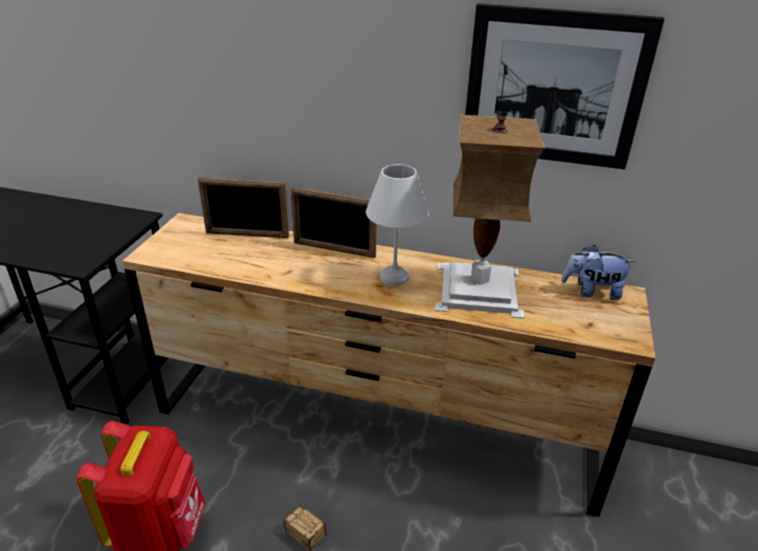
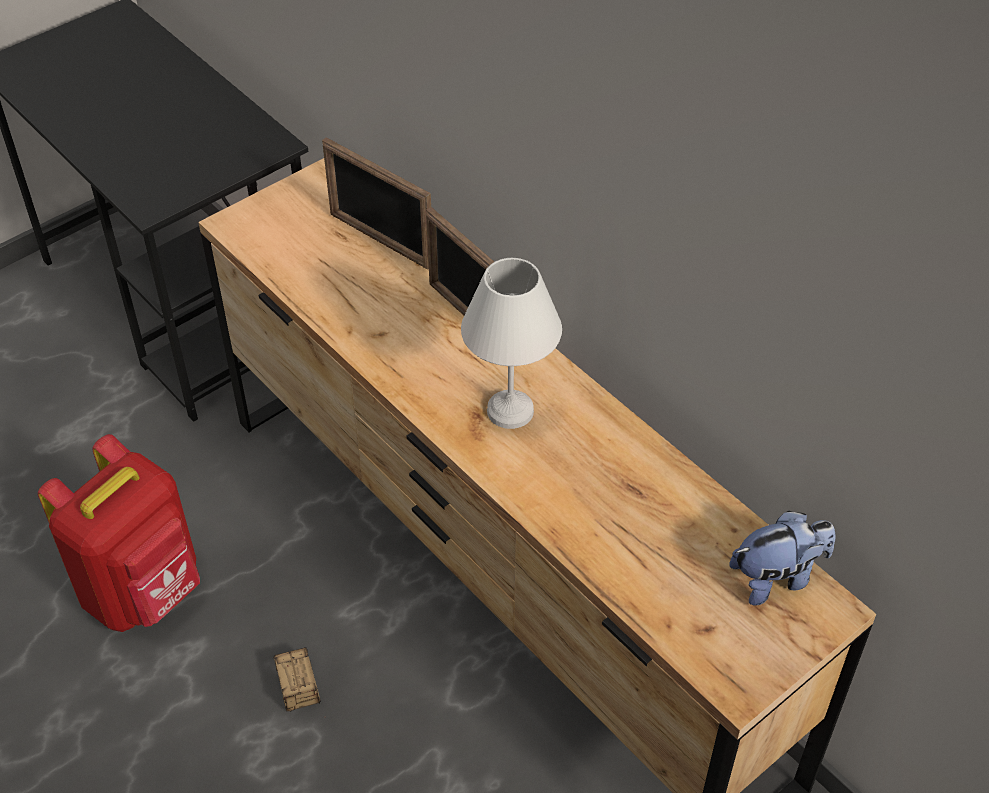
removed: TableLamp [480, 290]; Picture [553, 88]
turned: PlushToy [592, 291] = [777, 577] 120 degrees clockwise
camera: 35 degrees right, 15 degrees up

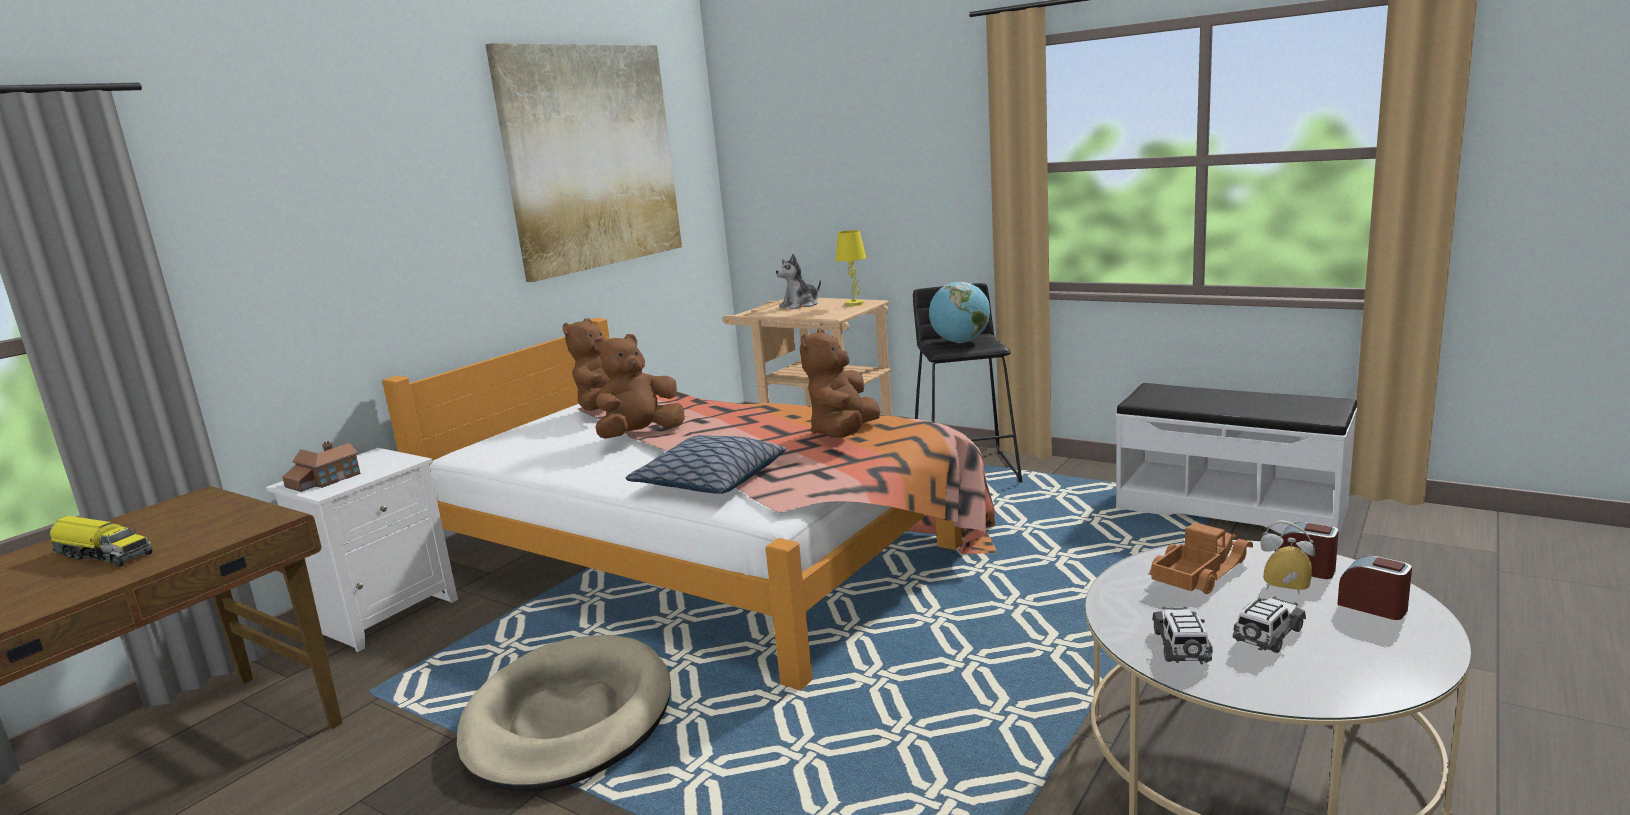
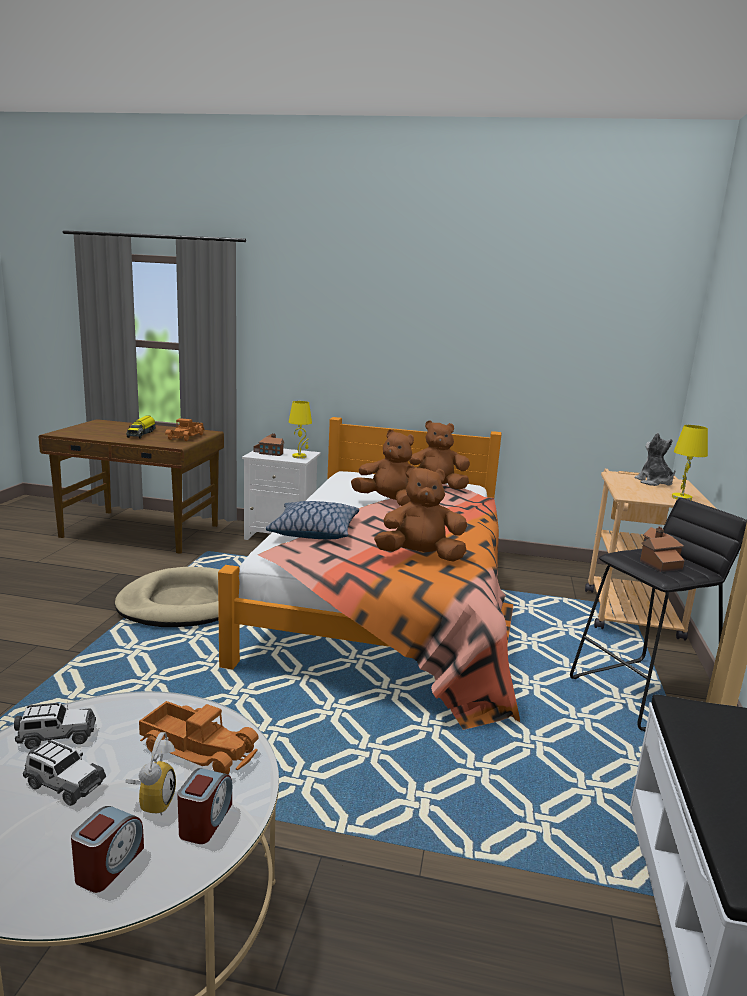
removed: Picture [591, 157]
added: ToyTruck [186, 437]; YellowTableLamp [299, 456]
replaced: Globe [960, 342] to ToyHouse [657, 561]
turned: PlushToy [800, 305] = [654, 482] 45 degrees clockwise
camera: 65 degrees right, 0 degrees up

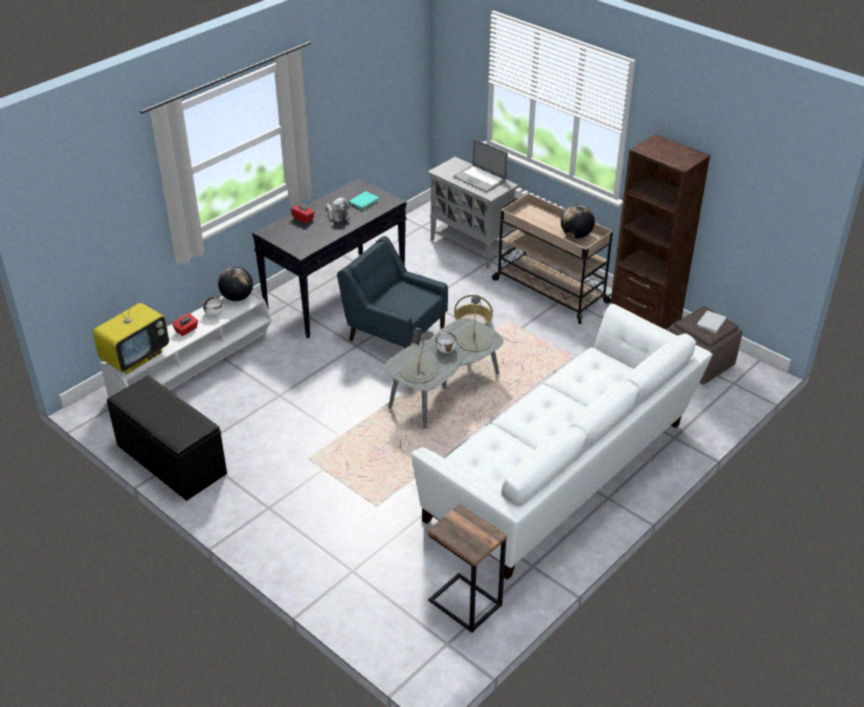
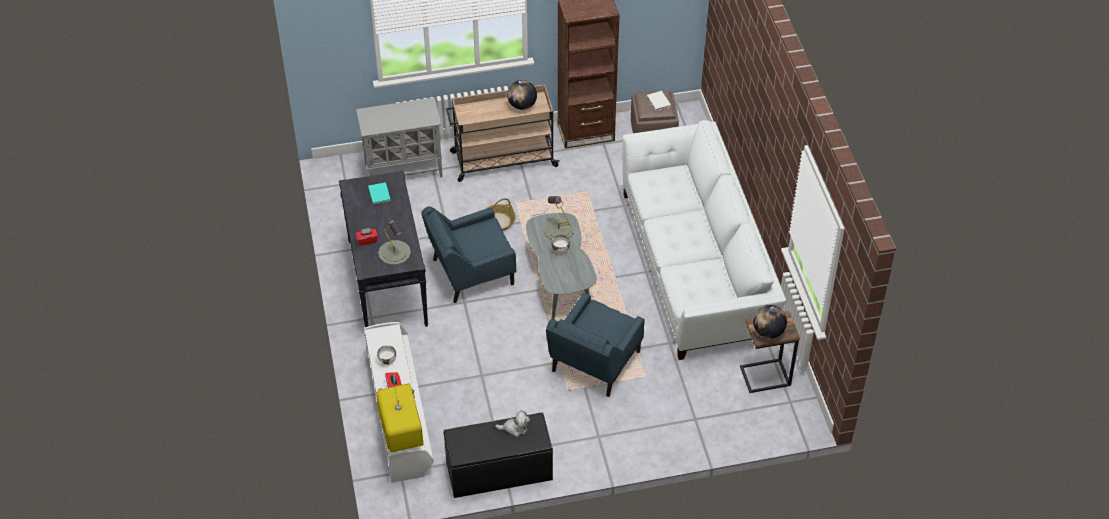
removed: Laptop [479, 179]
added: BlueArmchair [594, 363]
moved: GreyTableLamp [419, 371] to [394, 252]; PlushToy [337, 215] to [515, 428]; Globe [237, 297] to [768, 332]
camera: 55 degrees left, 10 degrees up

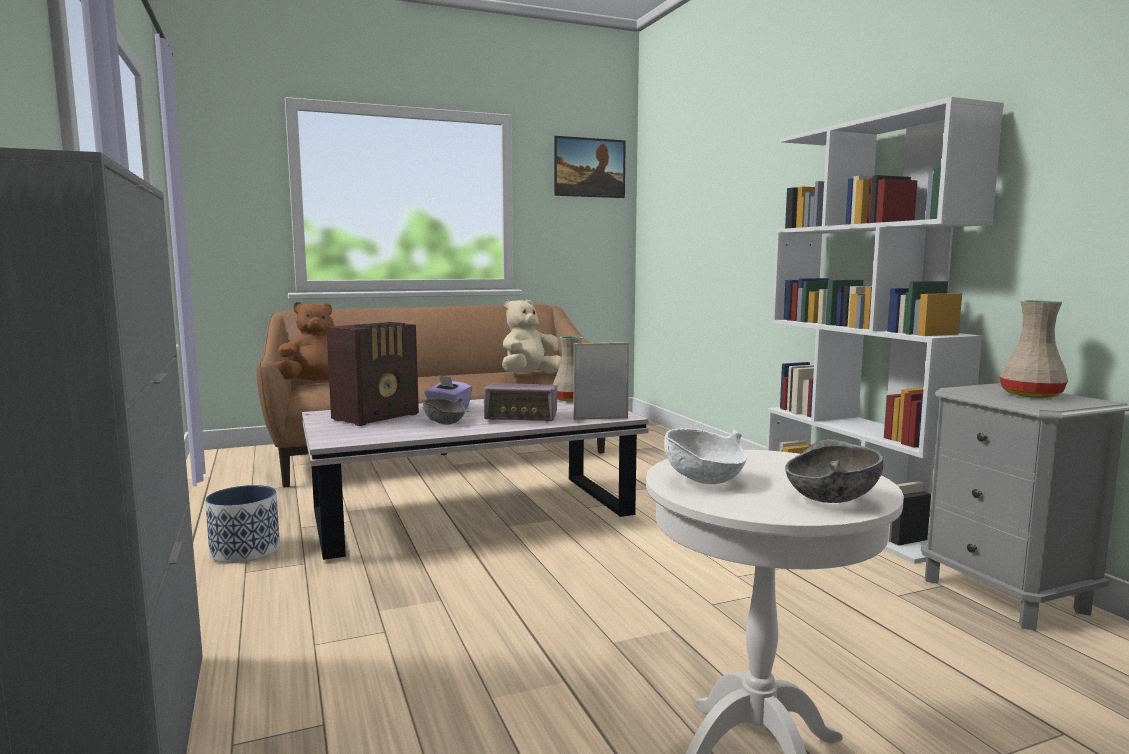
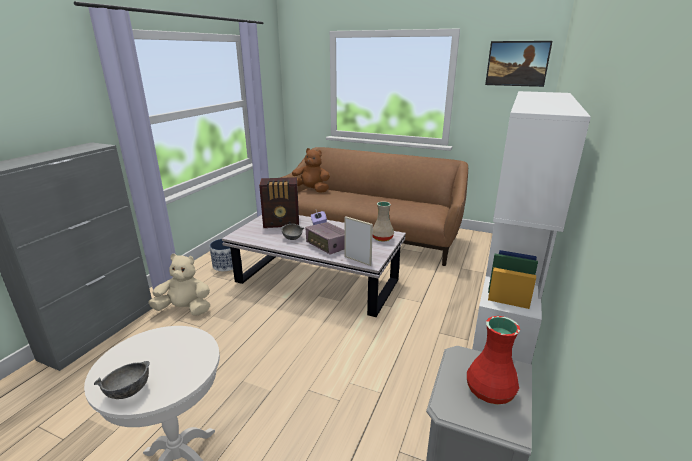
removed: WhiteBowl [704, 480]
moved: BeigePlushToy [529, 376] to [185, 309]
recoloured: BeigeVase [1031, 394] to RedVase [491, 390]
camera: 45 degrees right, 15 degrees up

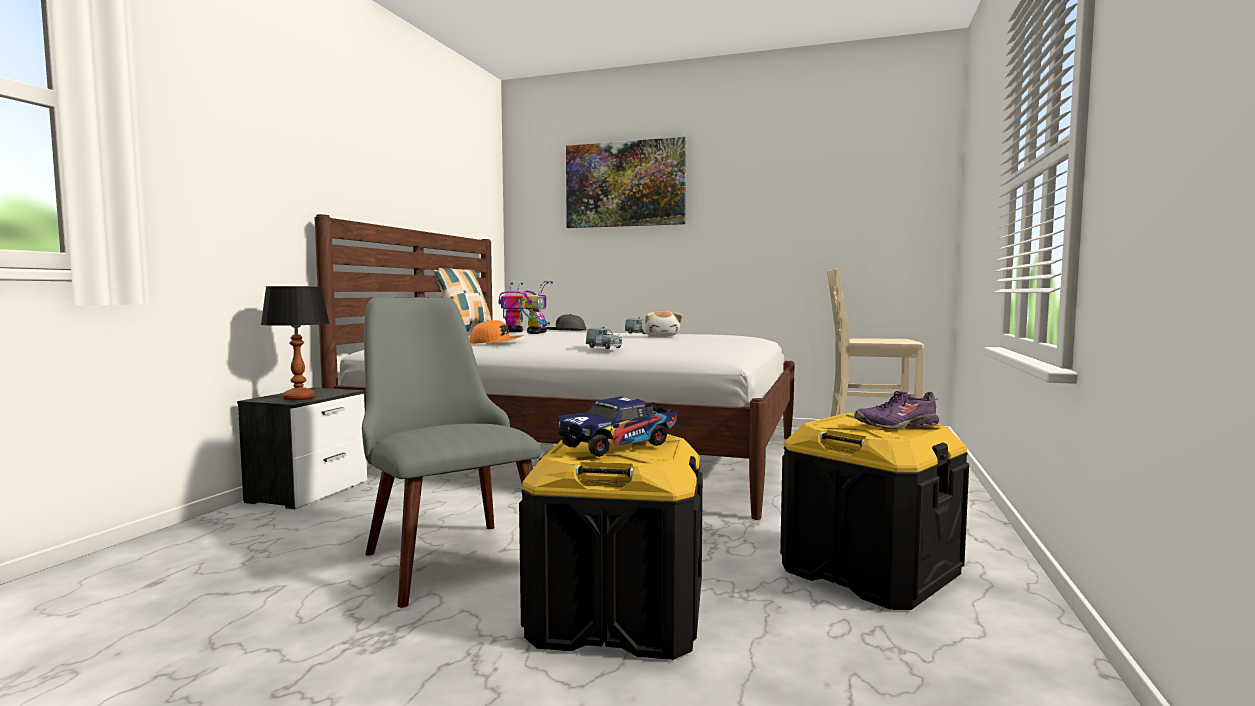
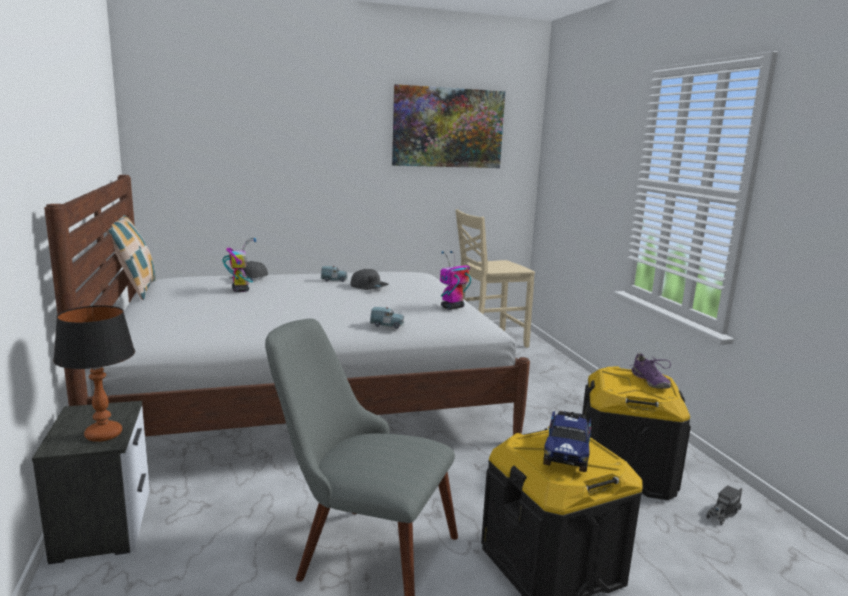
removed: OrangeCap [496, 342]
added: ToyTruck [723, 512]
moved: Picture [625, 184] to [448, 128]; ToyRobot [513, 332] to [452, 307]
replaced: PlushToy [661, 336] to GreyCap [369, 287]
turned: PurpleShoe [896, 426] = [649, 381] 60 degrees counterclockwise
camera: 35 degrees left, 10 degrees up

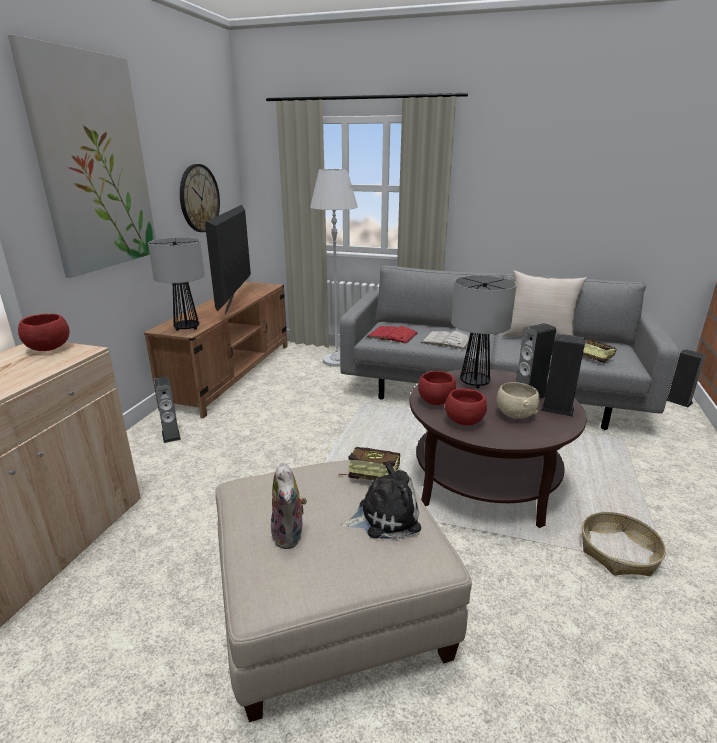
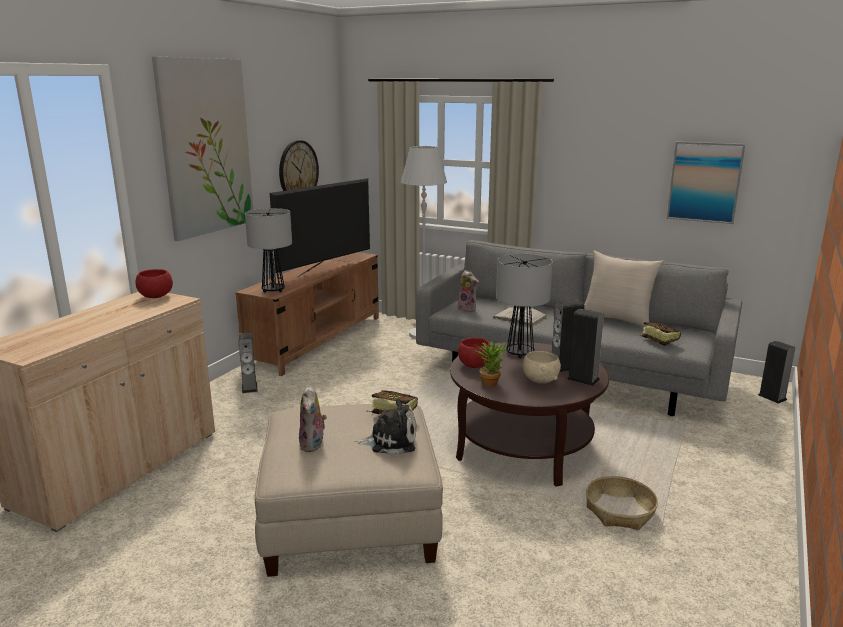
added: Picture [704, 182]
replaced: RedBook [392, 335] to PlushToy [468, 309]; RedBowl [464, 422] to PottedPlant [490, 382]
turned: Television [236, 302] = [325, 269] 150 degrees counterclockwise
camera: 10 degrees right, 5 degrees down

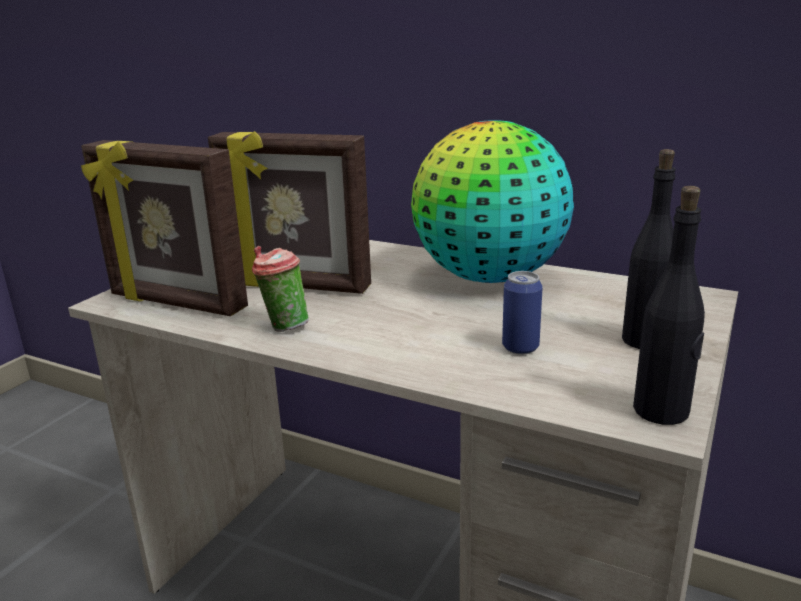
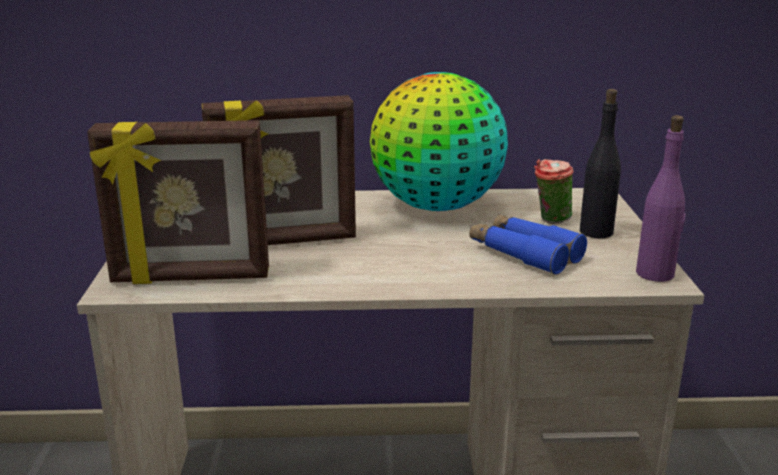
moved: Cup [283, 326] to [550, 221]
replaced: Can [520, 347] to BlueBinoculars [524, 253]
recoloured: BlackBottle [661, 411] to PurpleBottle [655, 274]
camera: 30 degrees left, 0 degrees up

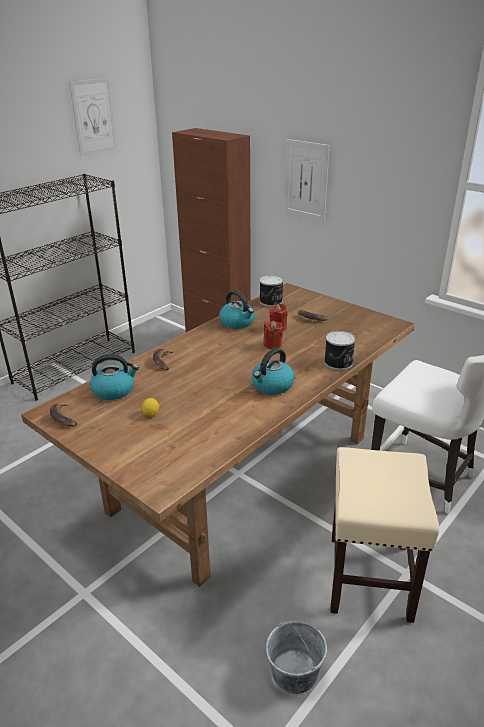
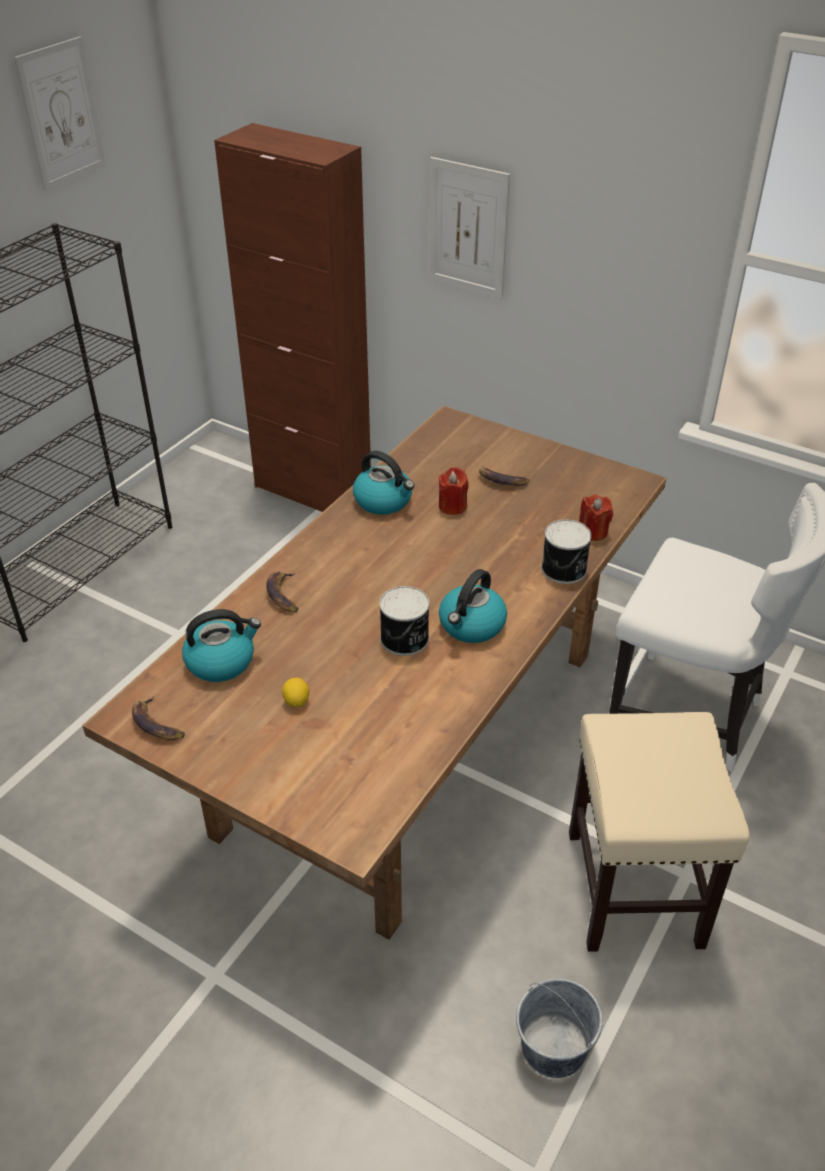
moved: Can [271, 301] to [405, 639]; RedCandle [272, 344] to [593, 531]
camera: 10 degrees left, 10 degrees up

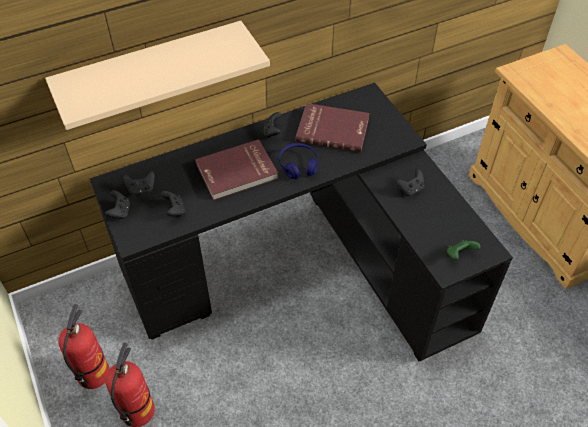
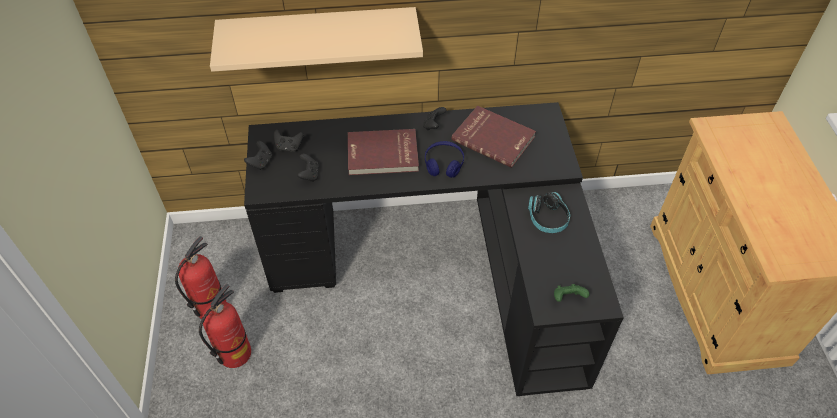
replaced: BlackGameController [410, 189] to Headphones [547, 218]
camera: 20 degrees right, 0 degrees up

